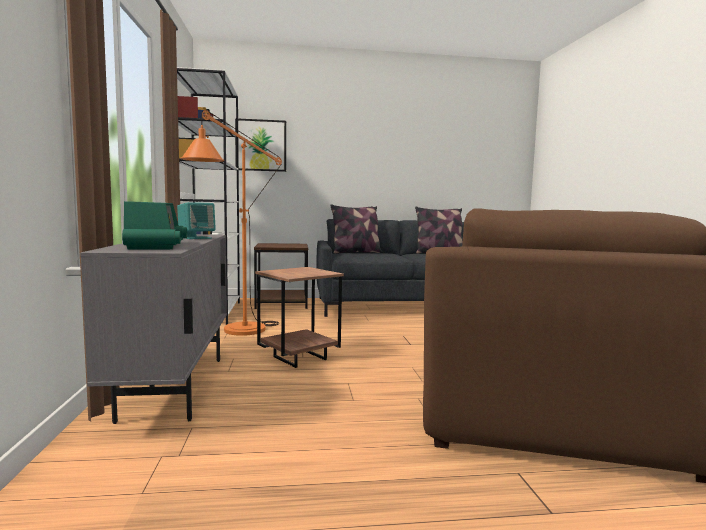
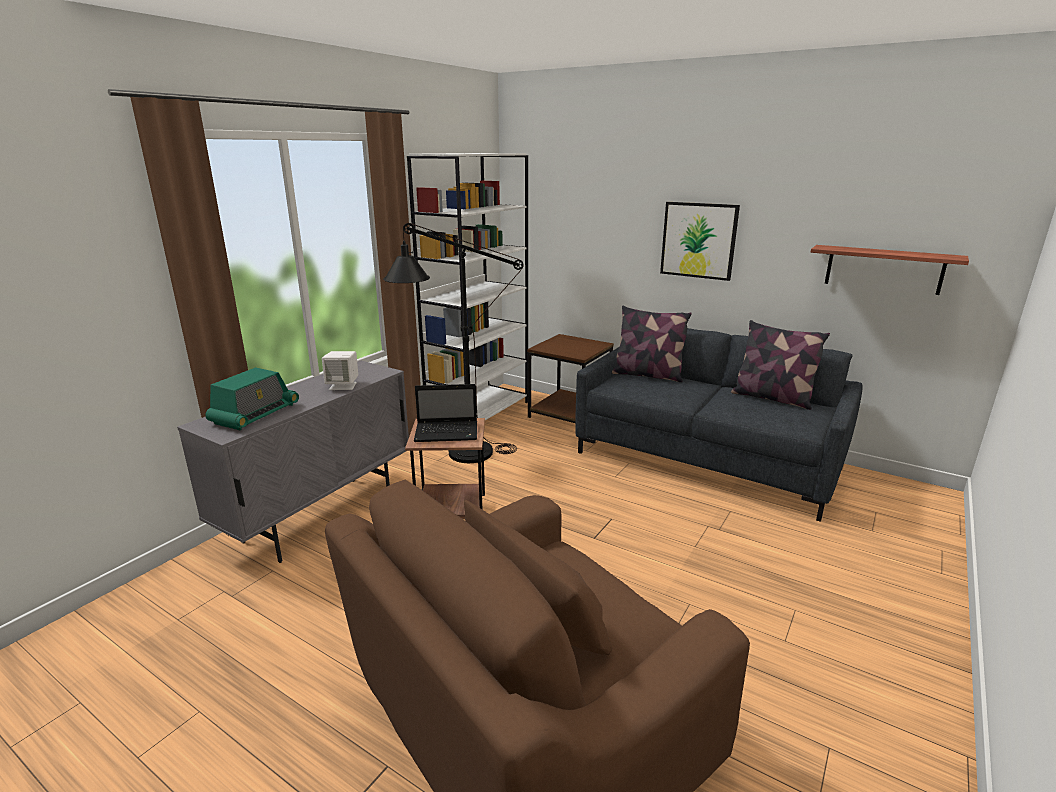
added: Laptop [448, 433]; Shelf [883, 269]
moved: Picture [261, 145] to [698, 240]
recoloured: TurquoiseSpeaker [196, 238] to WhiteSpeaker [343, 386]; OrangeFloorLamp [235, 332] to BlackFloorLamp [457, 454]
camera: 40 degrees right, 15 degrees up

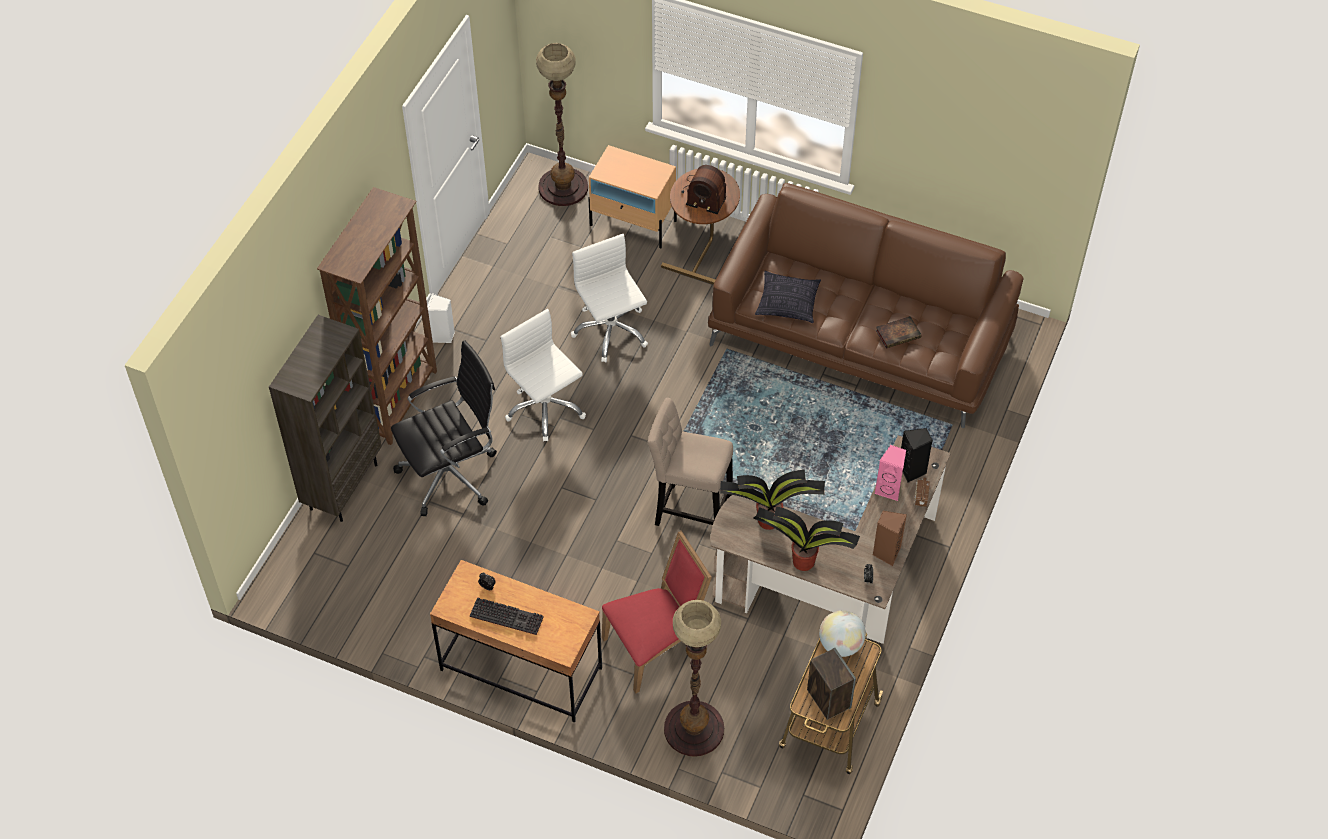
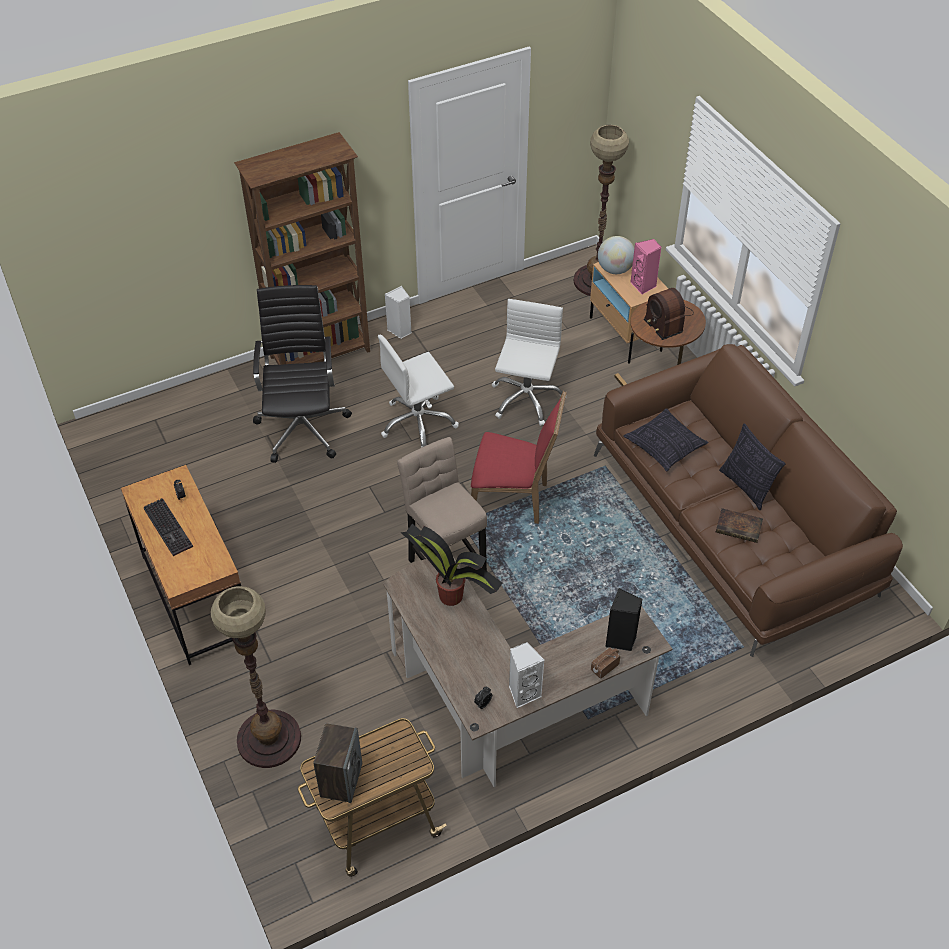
removed: BrownBookcase [343, 486]; PottedPlant [802, 561]
added: Pillow [746, 486]
moved: RedChair [655, 647] to [514, 499]; Globe [840, 645] to [615, 269]; PinkSpeaker [889, 489] to [644, 286]
recoloured: BrownSpeaker [886, 552] to WhiteSpeaker [523, 692]
turned: BlackOfficeChair [452, 474] = [303, 426] 105 degrees counterclockwise; WhiteOfficeChair [545, 408] = [418, 423] 120 degrees counterclockwise
camera: 40 degrees right, 5 degrees down

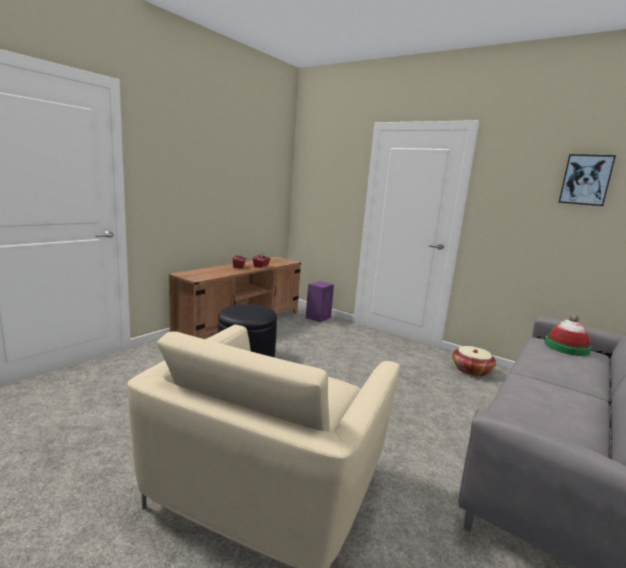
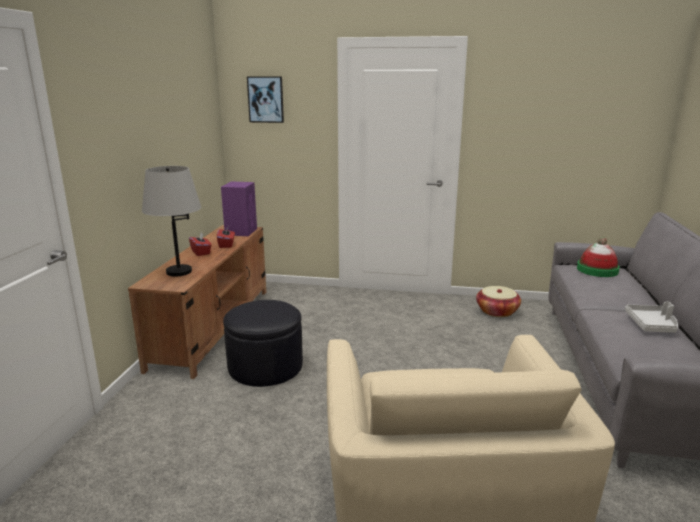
added: GreyTableLamp [179, 272]; GreyTray [652, 325]
moved: PurpleSpeaker [318, 317] to [241, 231]; Picture [586, 180] to [266, 99]
camera: 25 degrees left, 5 degrees up

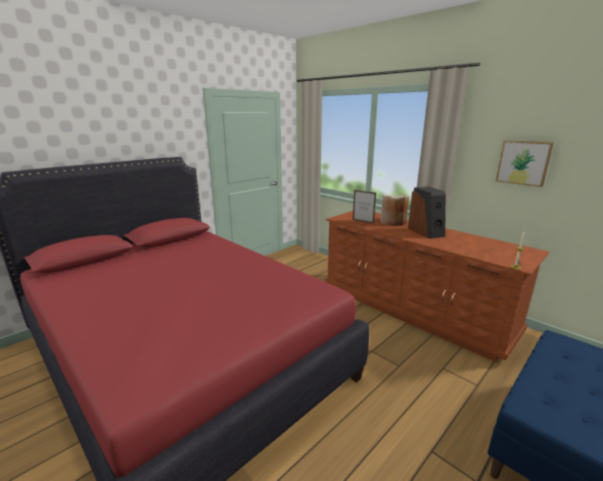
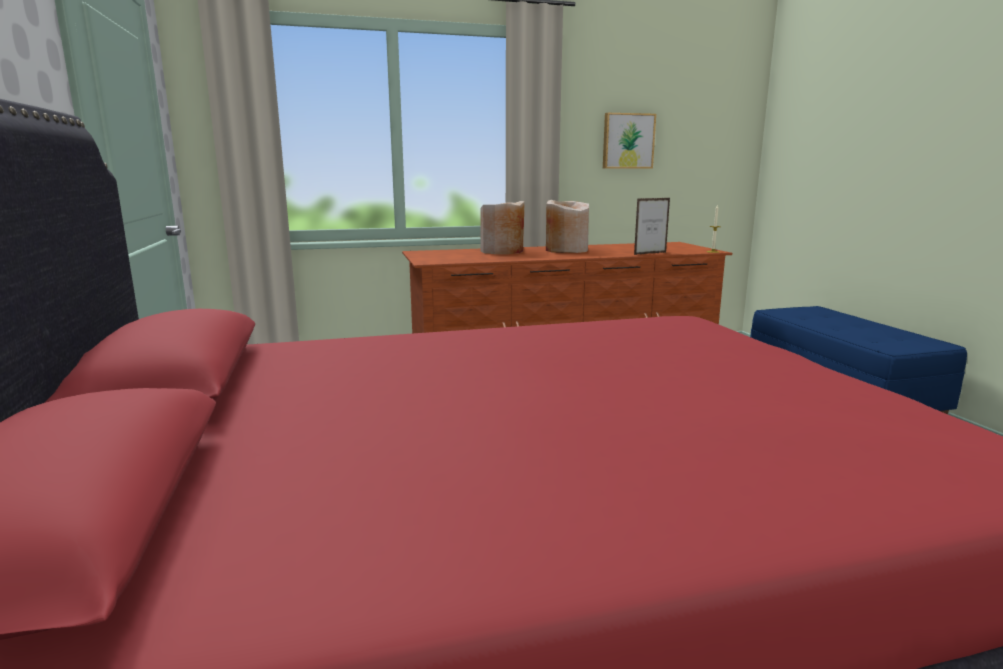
moved: PictureFrame [363, 221] to [650, 253]
replaced: Speaker [426, 232] to BeigeVase [566, 250]
camera: 60 degrees left, 5 degrees down

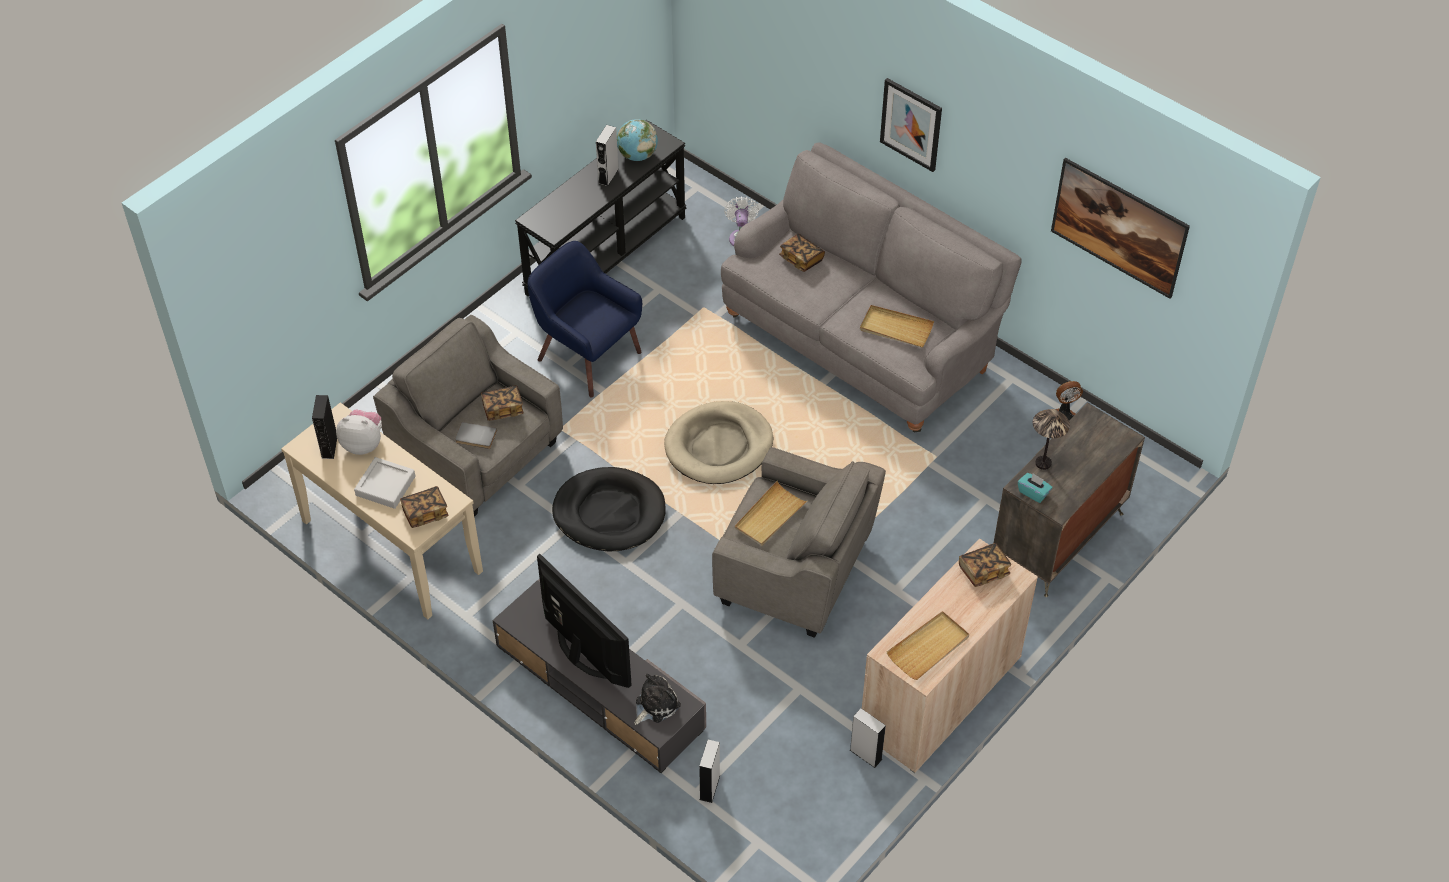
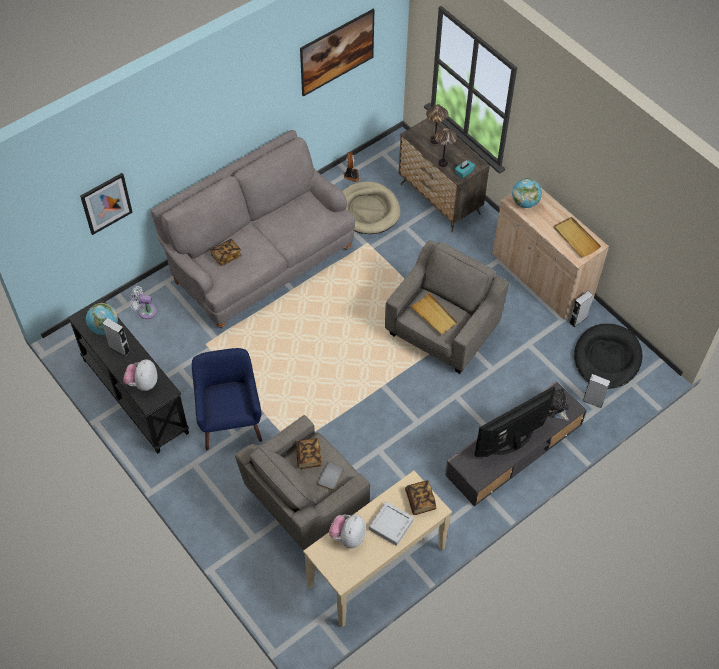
removed: BlackSpeaker [329, 446]; BeigeTray [896, 328]
added: PlushToy [143, 383]; TableLamp [434, 140]
moved: Picture [911, 124] to [106, 203]; BeigeDogBed [719, 446] to [368, 210]; BlackDogBed [609, 513] to [607, 358]
replaced: Book [983, 571] to Globe [525, 202]
turned: BlueArmchair [587, 356] = [230, 421] 120 degrees clockwise
camera: 80 degrees left, 5 degrees up

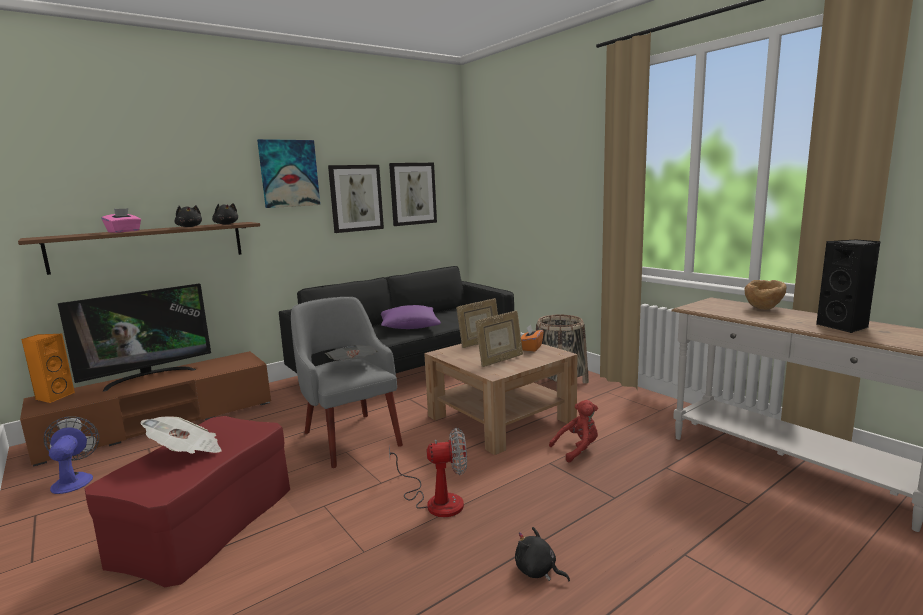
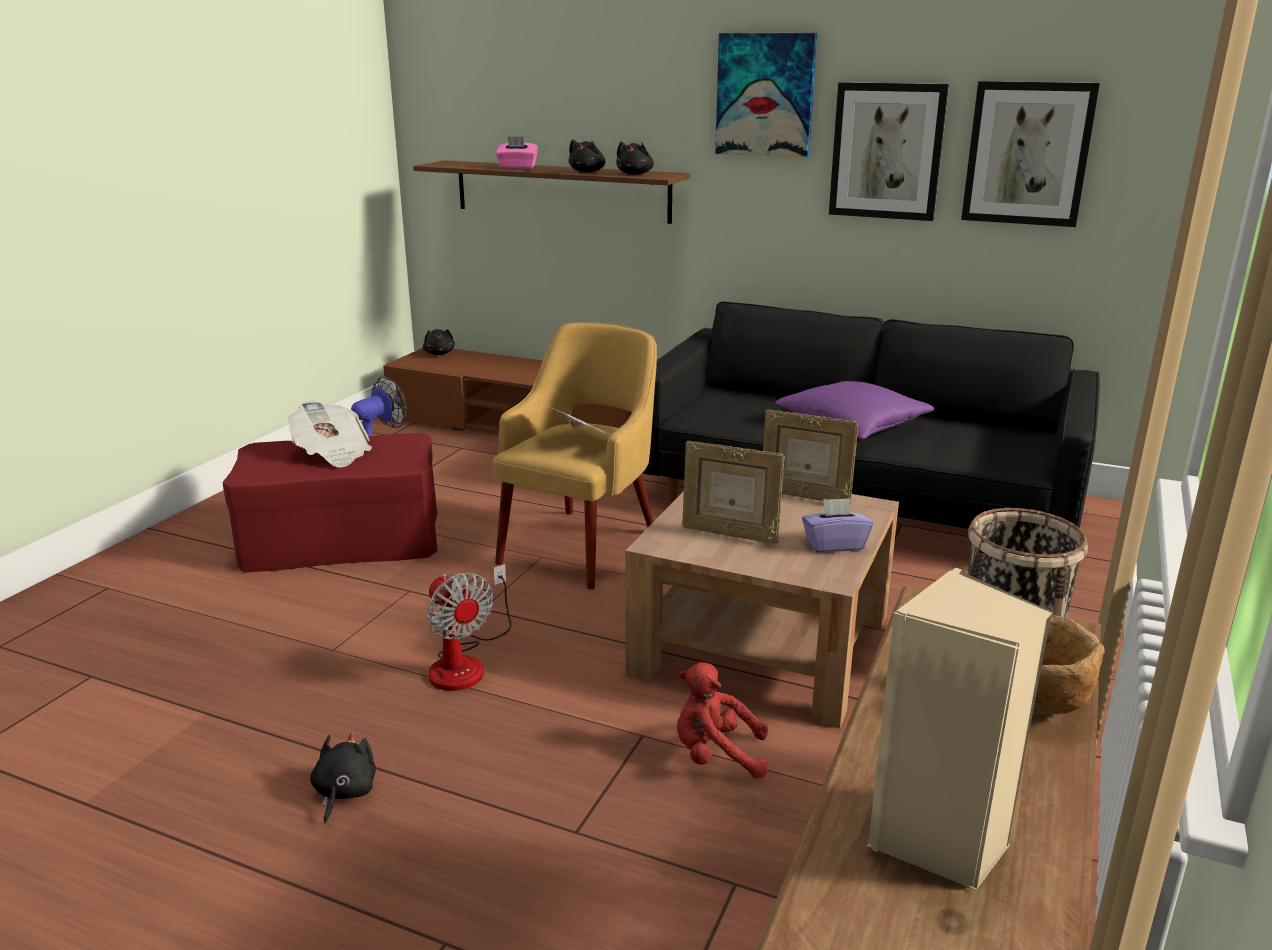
removed: Television [148, 376]
replaced: OrangeSpeaker [54, 397] to BlackPlushToy [439, 353]
recoloured: GreyArmchair [350, 437] to YellowArmchair [582, 545]; OrangeTissueBox [531, 347] to PurpleTissueBox [834, 545]; BlackSpeaker [845, 327] to BeigeSpeaker [940, 842]
turned: RedPlushToy [577, 449] = [716, 756] 150 degrees clockwise
camera: 60 degrees right, 10 degrees up

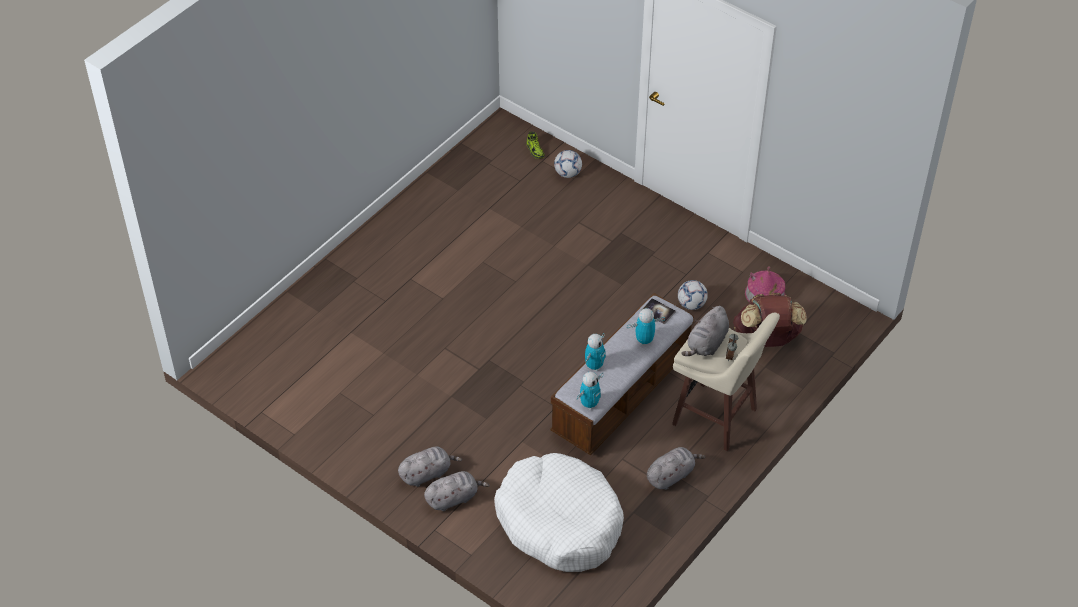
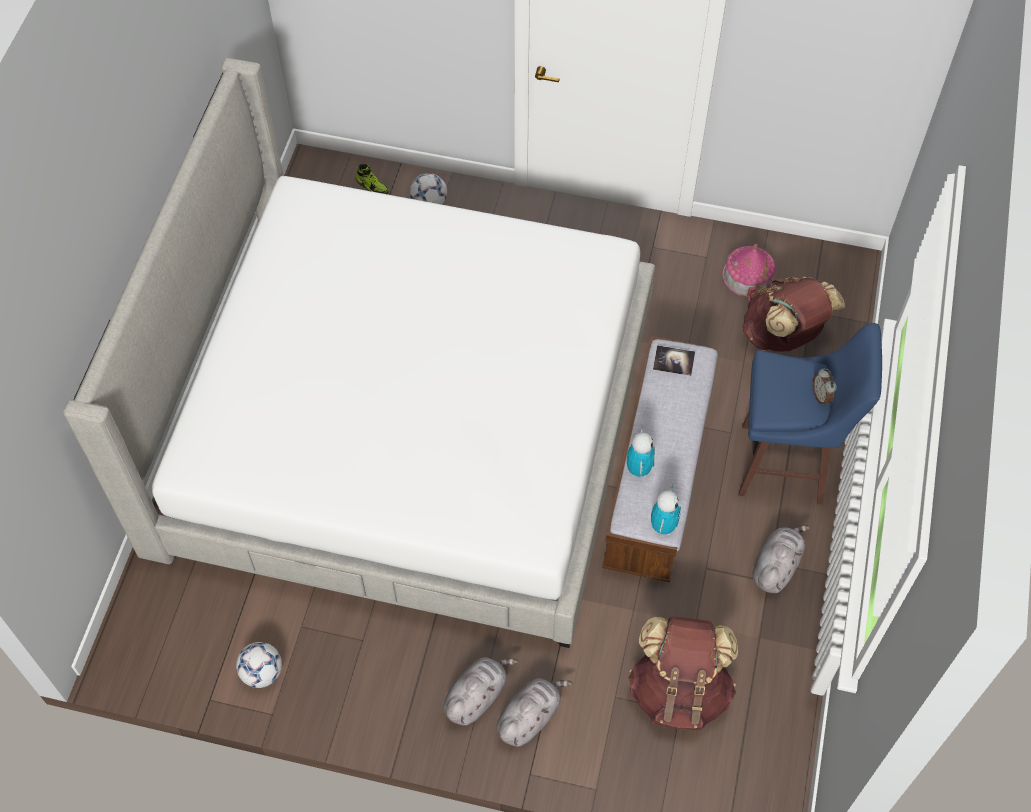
removed: ToyRobot [644, 340]; GreyPlushToy [706, 344]
added: Bed [405, 427]
moved: Football [691, 304] to [262, 672]
replaced: WhiteDogBed [559, 522] to BrownBackpack [679, 691]
recoloured: BeigeStool [716, 418] to BlueStool [785, 465]
camera: 25 degrees left, 10 degrees up

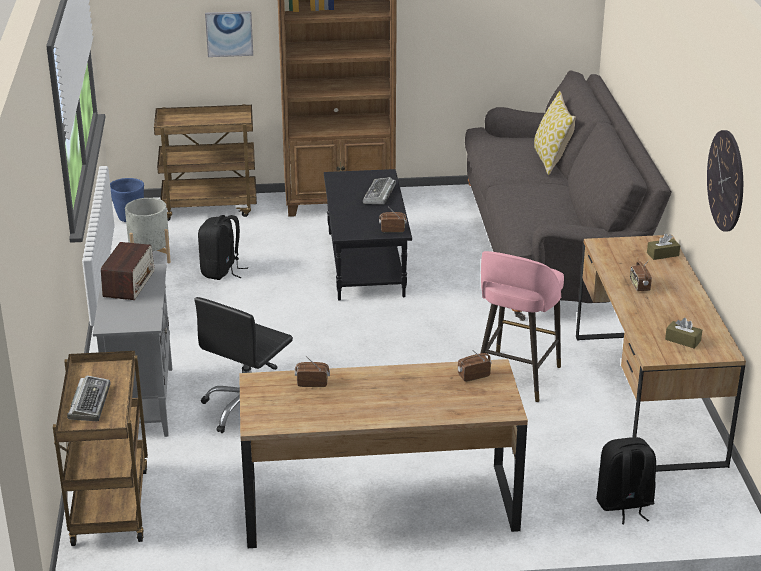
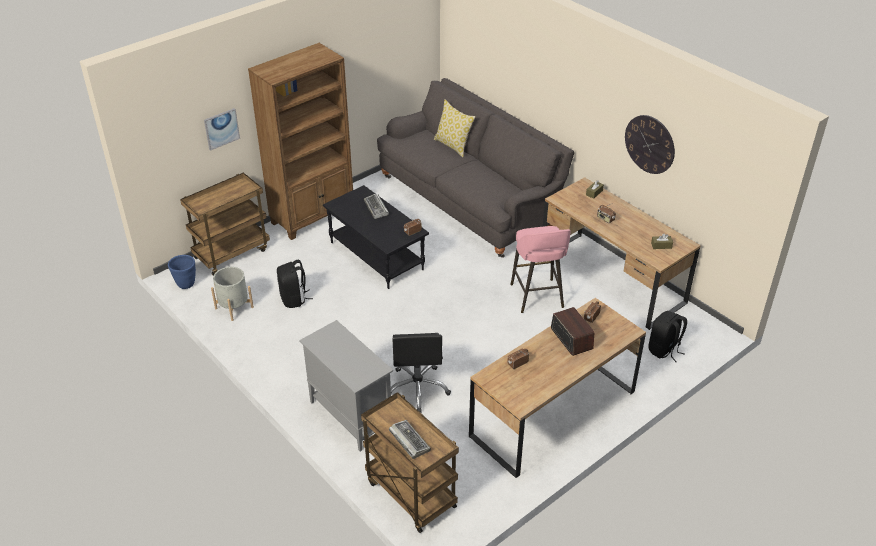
moved: Radio [129, 283] to [571, 338]
camera: 35 degrees left, 10 degrees up

